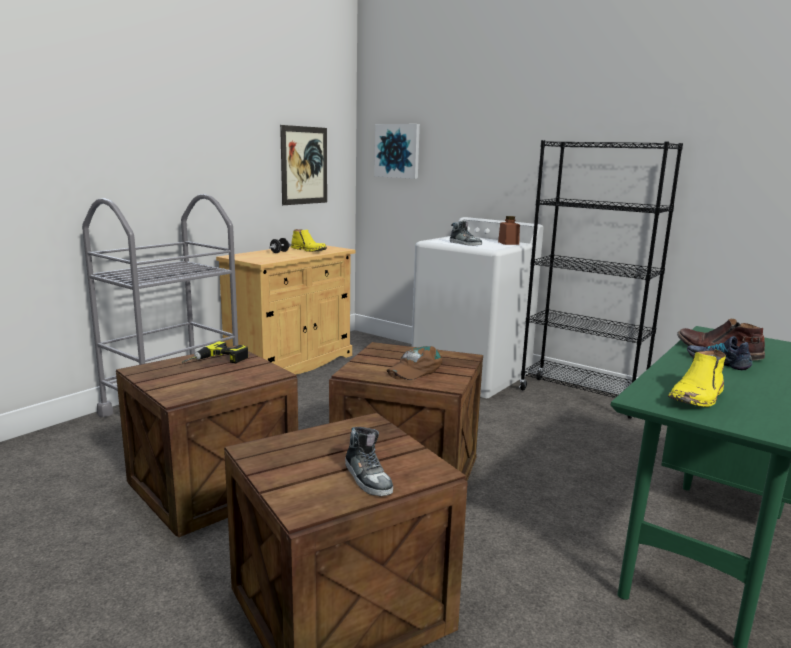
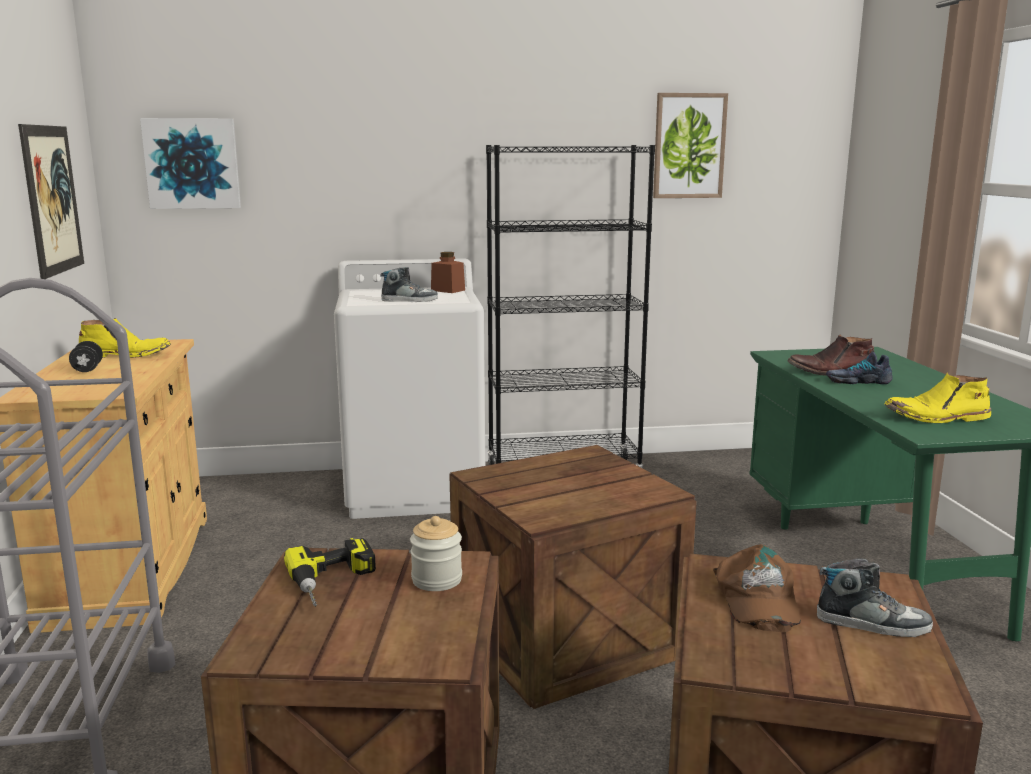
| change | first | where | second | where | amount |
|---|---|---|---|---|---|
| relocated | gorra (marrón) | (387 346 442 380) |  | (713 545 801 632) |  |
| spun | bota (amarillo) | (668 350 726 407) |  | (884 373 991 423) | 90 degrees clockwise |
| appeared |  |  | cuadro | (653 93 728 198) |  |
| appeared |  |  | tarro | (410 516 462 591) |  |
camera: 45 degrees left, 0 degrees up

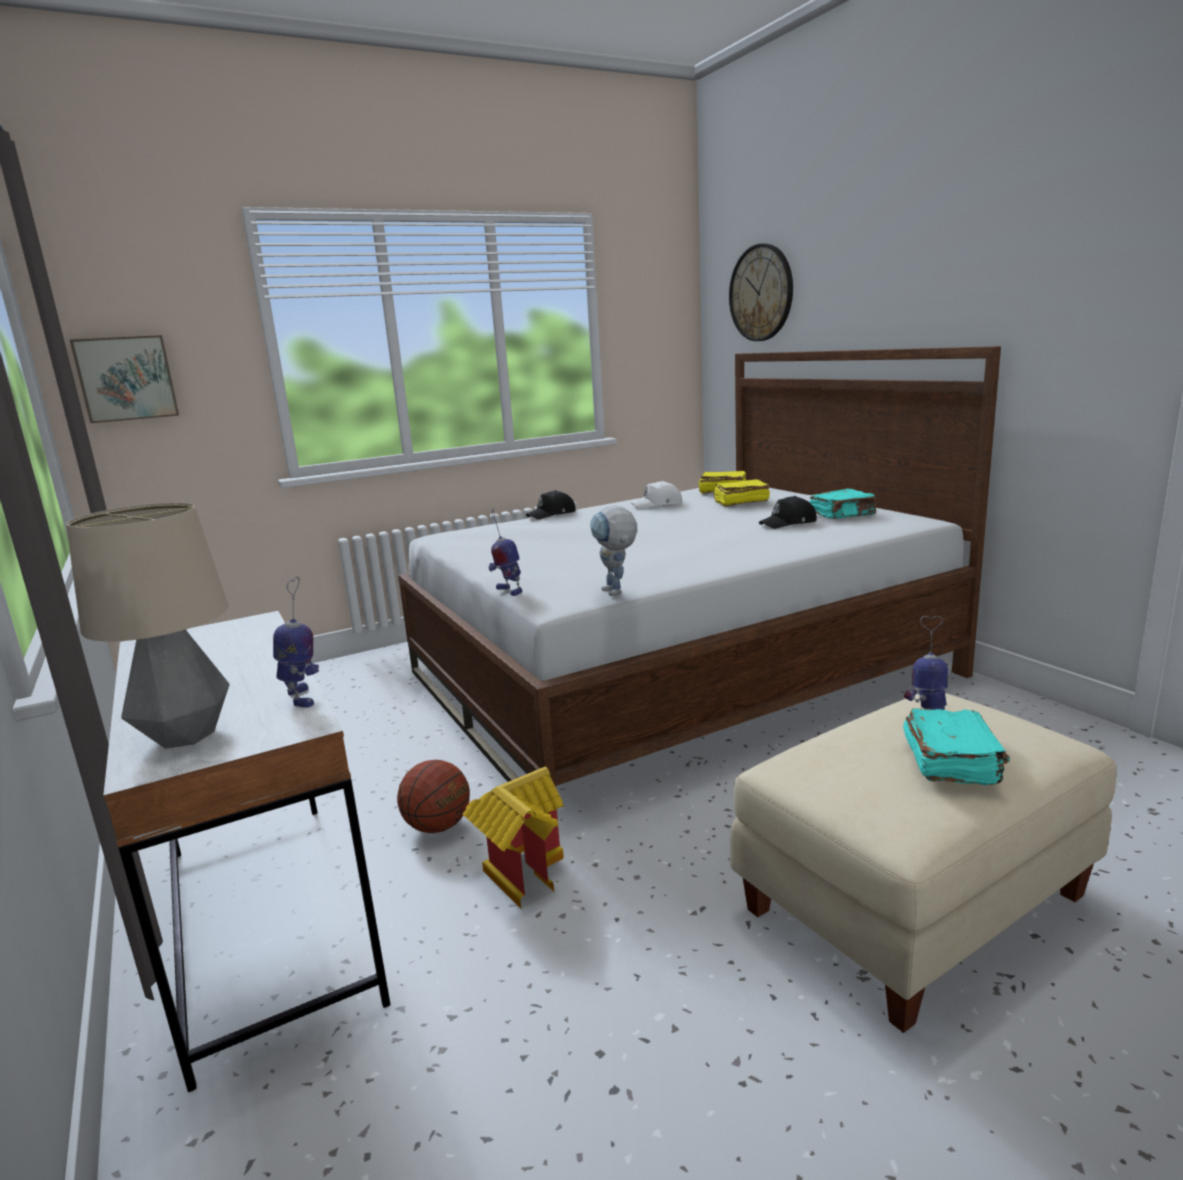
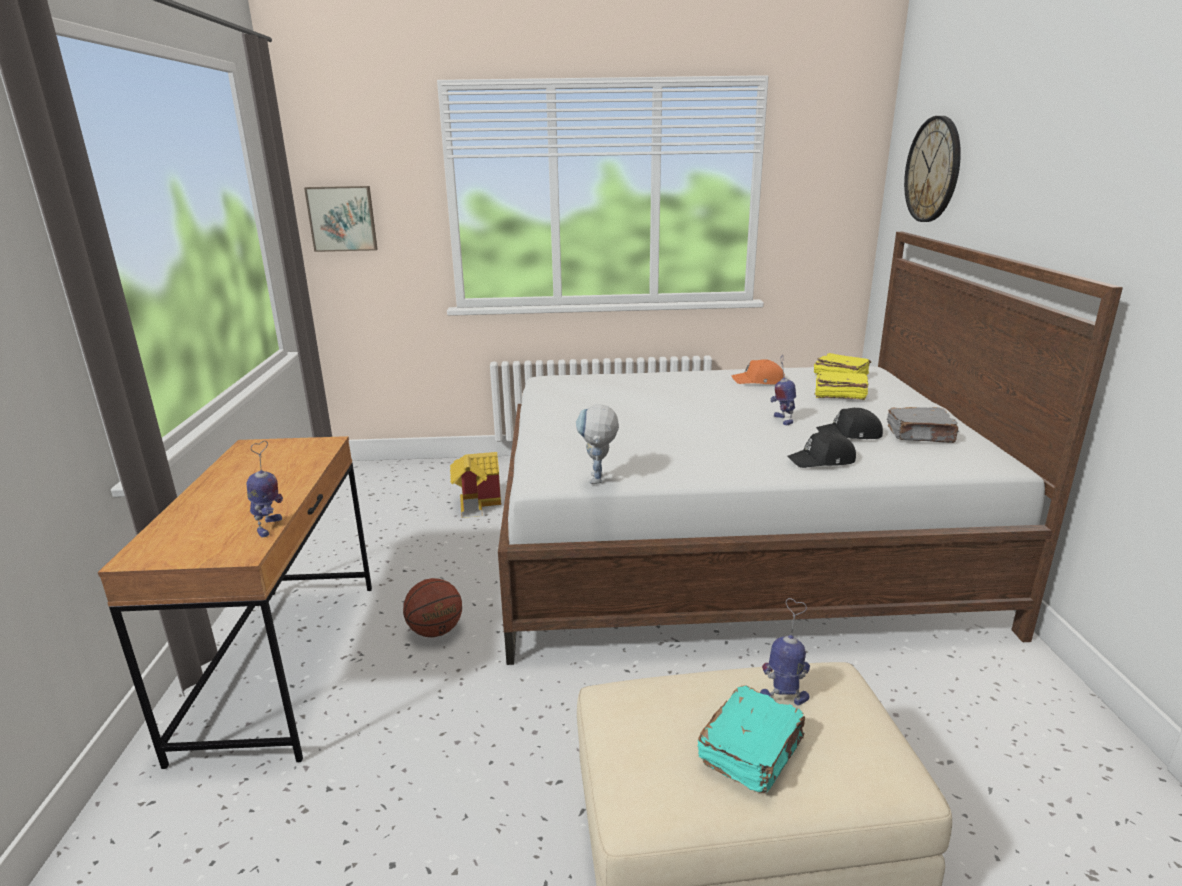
| change | first | where | second | where | amount |
|---|---|---|---|---|---|
| colour | gorra (blanco) | (631 481 682 509) | gorra (naranja) | (731 359 785 384) |  |
| colour | libro (turquesa) | (810 488 877 519) | libro (gris) | (887 407 959 443) |  |
| relocated | gorra (negro) | (526 490 576 520) |  | (787 431 856 468) |  |
| missing | lámpara de mesa | (66 503 229 749) |  |  |  |
| relocated | robot de juguete | (488 508 522 596) |  | (770 354 796 425) |  |
| colour | escritorio (blanco) | (103 611 390 1092) | escritorio (marrón) | (98 436 372 769) |  |
| relocated | casita | (463 767 564 909) |  | (450 452 501 518) |  |
camera: 25 degrees right, 5 degrees up

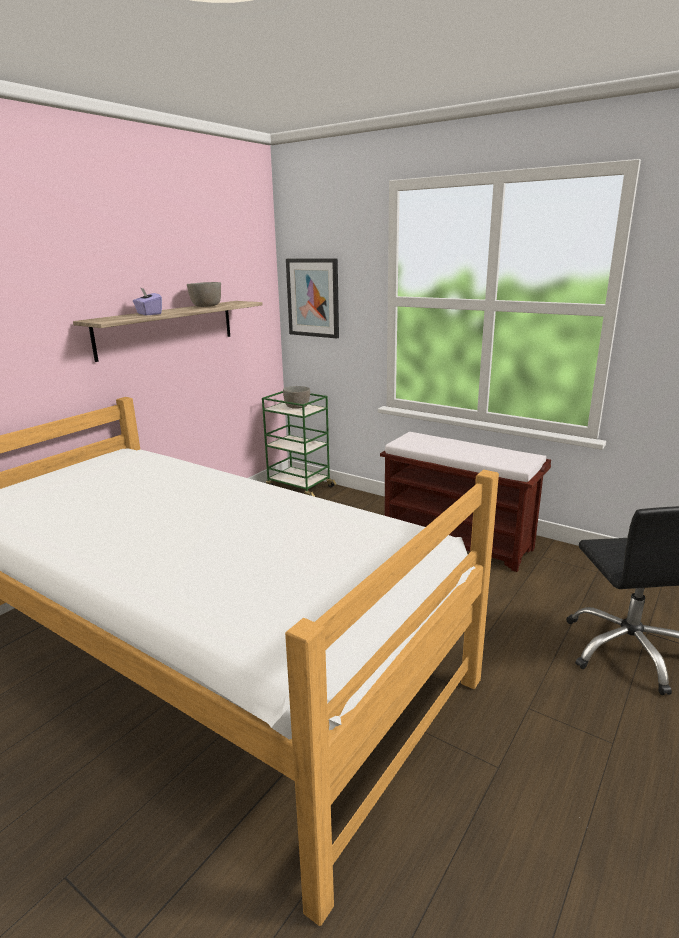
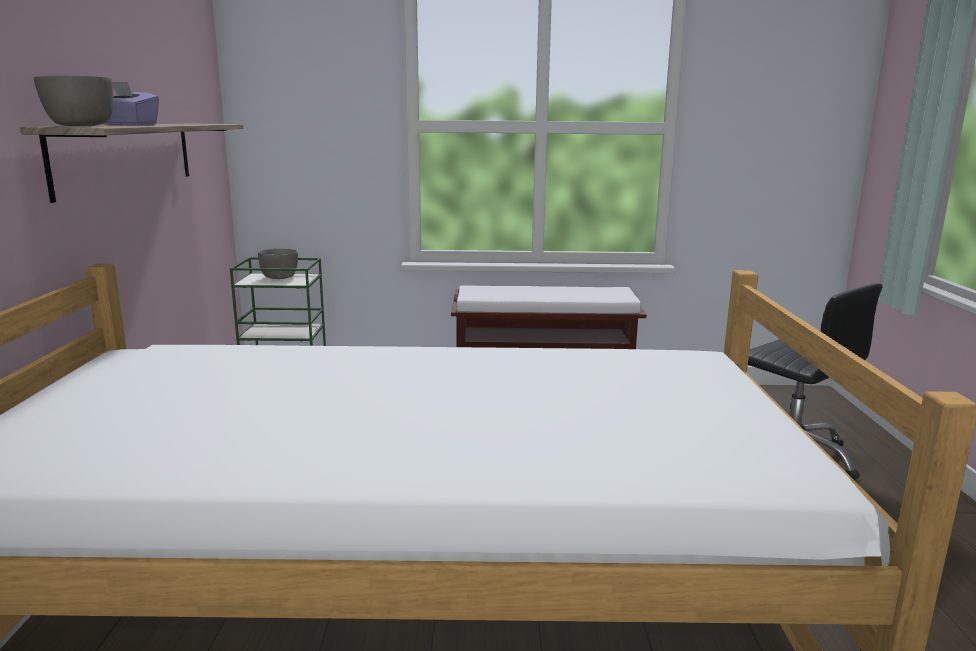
| change | first | where | second | where | amount |
|---|---|---|---|---|---|
| missing | cuadro | (286 258 339 338) |  |  |  |
| relocated | cuenco (gris) | (187 282 221 307) |  | (34 75 113 126) |  |
camera: 35 degrees left, 5 degrees down

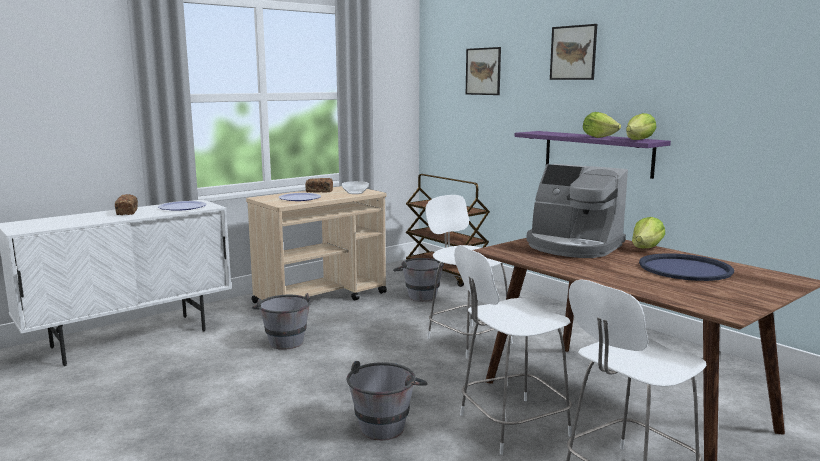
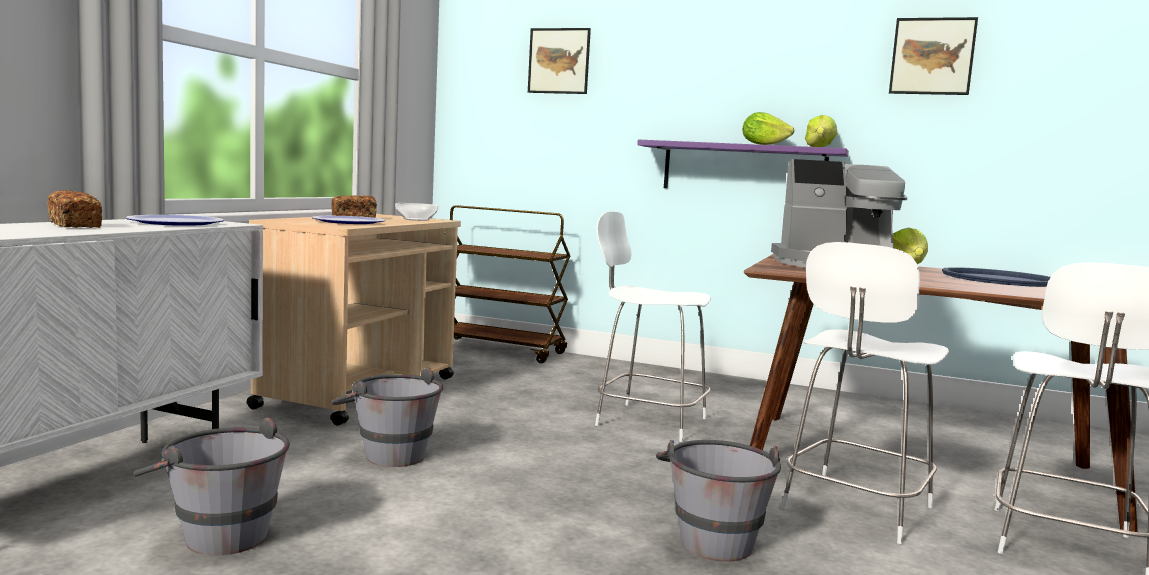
| change | first | where | second | where | amount |
|---|---|---|---|---|---|
| relocated | cuadro | (550 24 597 80) |  | (889 17 978 95) |  |
| relocated | cubo (gris) | (393 258 444 302) |  | (133 417 290 555) |  |
camera: 30 degrees left, 5 degrees down

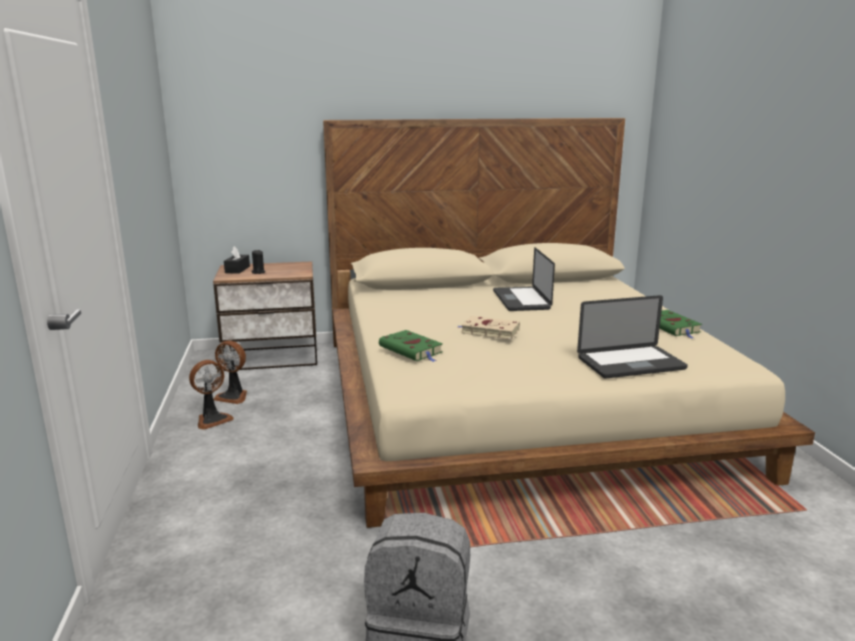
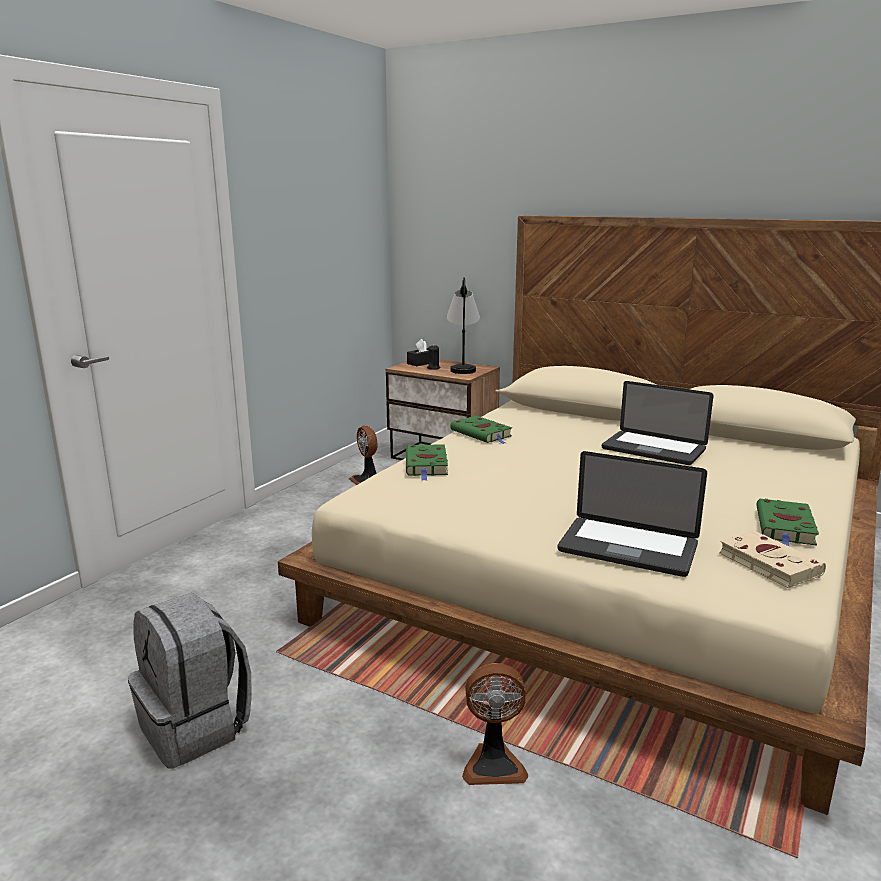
| change | first | where | second | where | amount |
|---|---|---|---|---|---|
| spun | portátil | (493 247 555 311) |  | (602 381 714 465) | 90 degrees counterclockwise |
| relocated | libro (beis) | (458 316 520 340) |  | (719 531 826 588) |  |
| relocated | ventilador | (189 360 234 430) |  | (462 663 528 785) |  |
| appeared |  |  | lámpara de mesa | (447 277 480 374) |  |
| appeared |  |  | libro (verde) | (450 416 512 444) |  |
camera: 40 degrees right, 0 degrees up

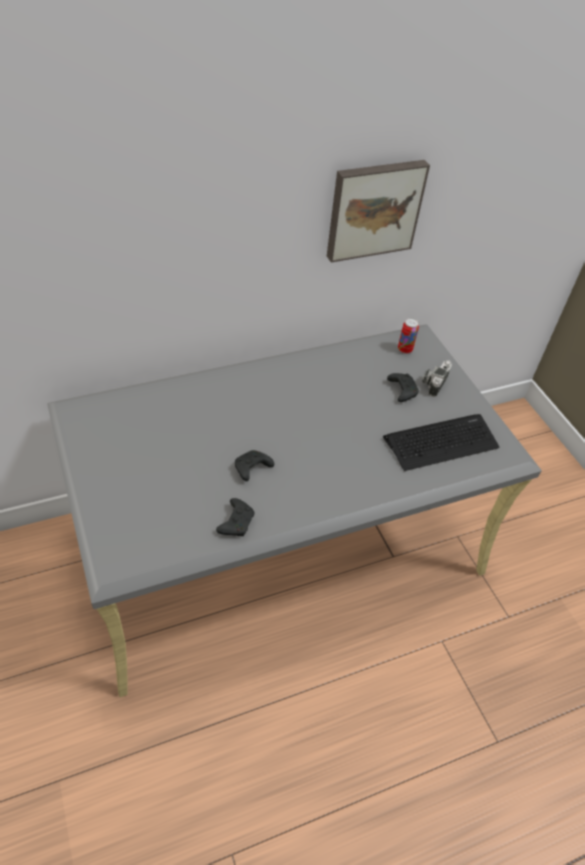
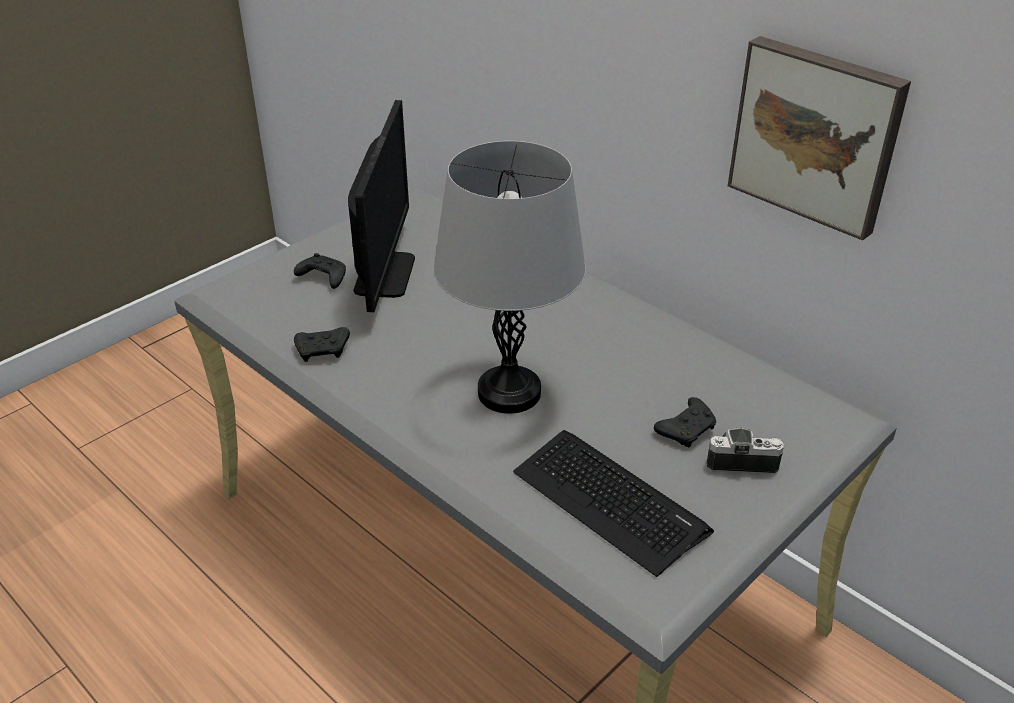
| change | first | where | second | where | amount |
|---|---|---|---|---|---|
| missing | lata | (398 318 419 354) |  |  |  |
| relocated | mando de consola (negro) | (235 450 274 481) |  | (294 253 346 289) |  |
| appeared |  |  | monitor | (348 100 415 312) |  |
| appeared |  |  | lámpara de mesa (gris) | (433 141 586 414) |  |
camera: 70 degrees right, 10 degrees down

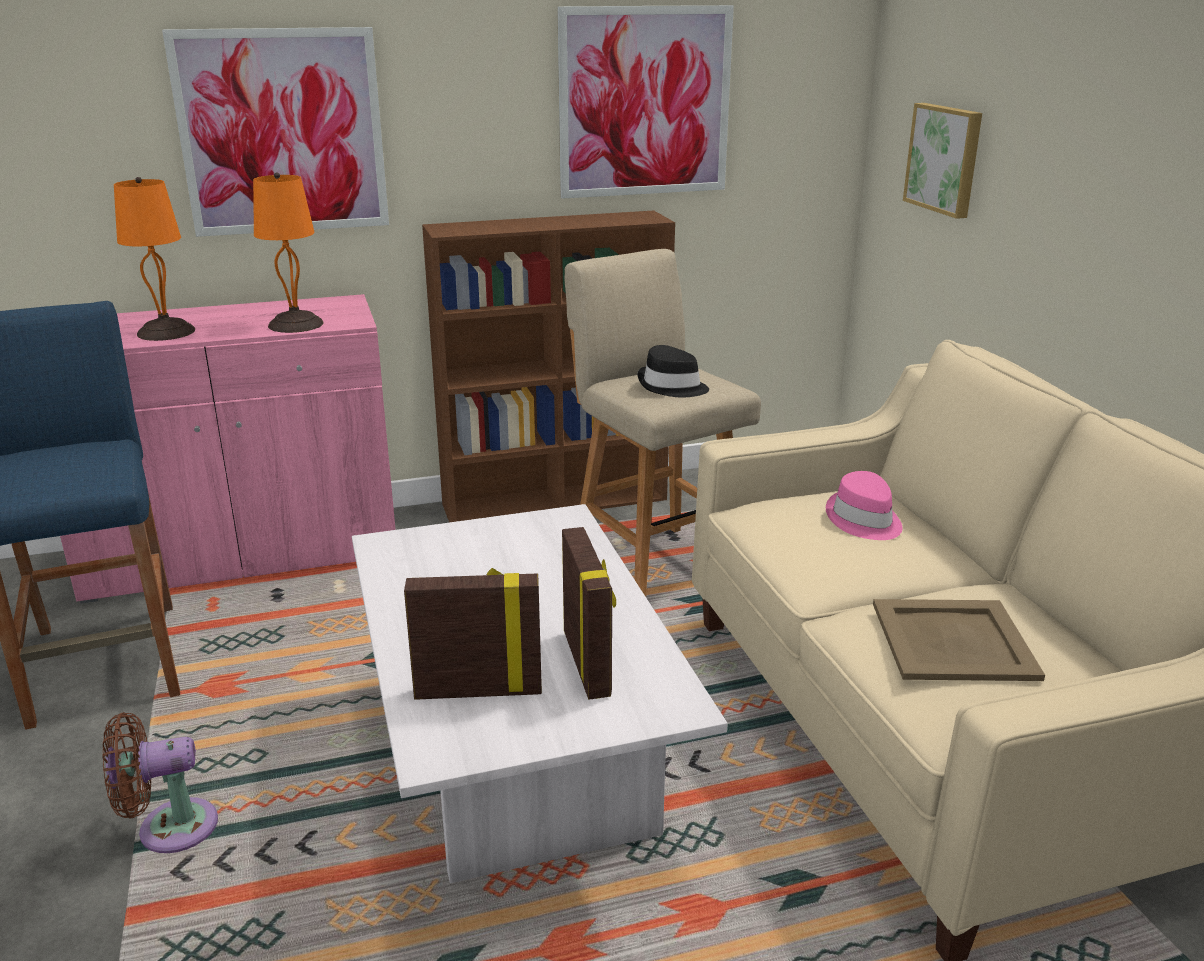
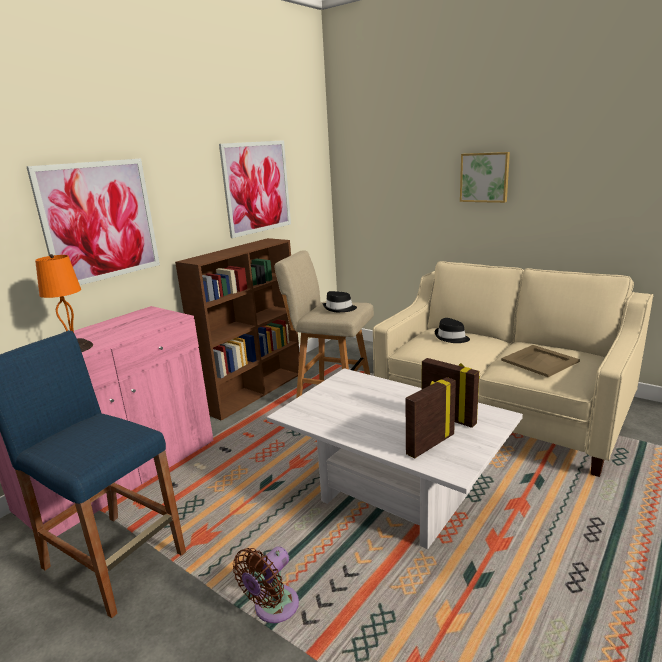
| change | first | where | second | where | amount |
|---|---|---|---|---|---|
| relocated | cuadro | (903 103 982 219) |  | (460 152 510 203) |  |
| missing | lámpara de mesa (naranja) | (253 172 324 333) |  |  |  |
| colour | sombrero (rosa) | (826 471 902 540) | sombrero (negro) | (435 318 470 343) |  |
camera: 35 degrees left, 5 degrees down

